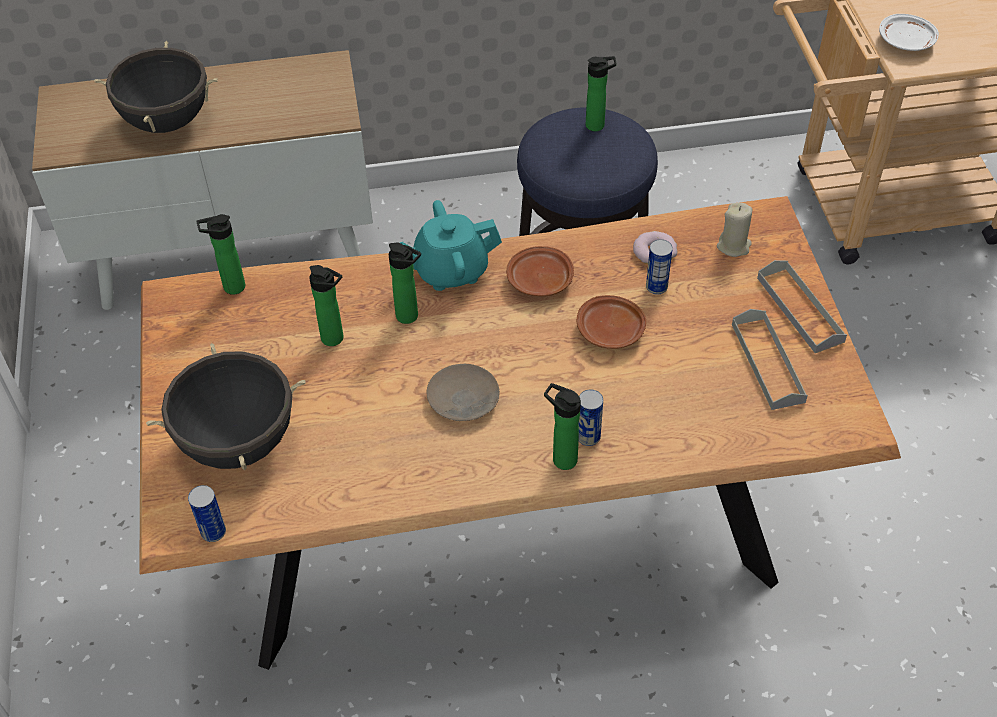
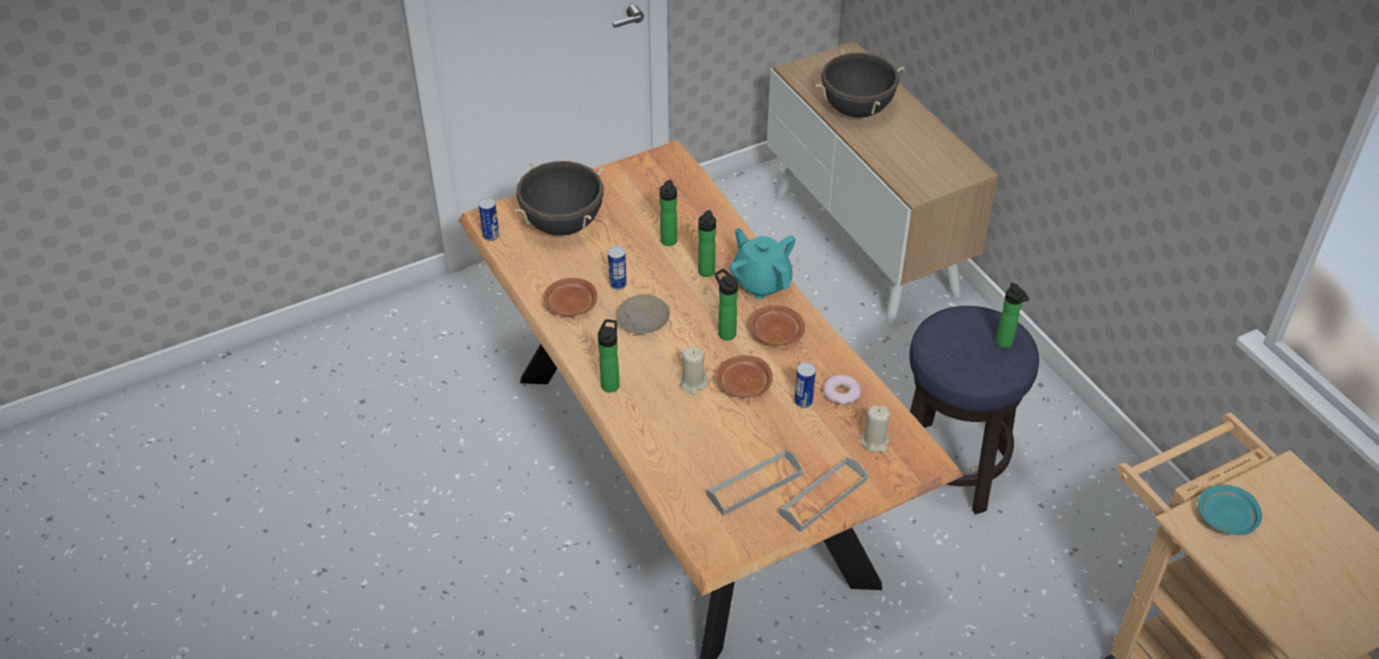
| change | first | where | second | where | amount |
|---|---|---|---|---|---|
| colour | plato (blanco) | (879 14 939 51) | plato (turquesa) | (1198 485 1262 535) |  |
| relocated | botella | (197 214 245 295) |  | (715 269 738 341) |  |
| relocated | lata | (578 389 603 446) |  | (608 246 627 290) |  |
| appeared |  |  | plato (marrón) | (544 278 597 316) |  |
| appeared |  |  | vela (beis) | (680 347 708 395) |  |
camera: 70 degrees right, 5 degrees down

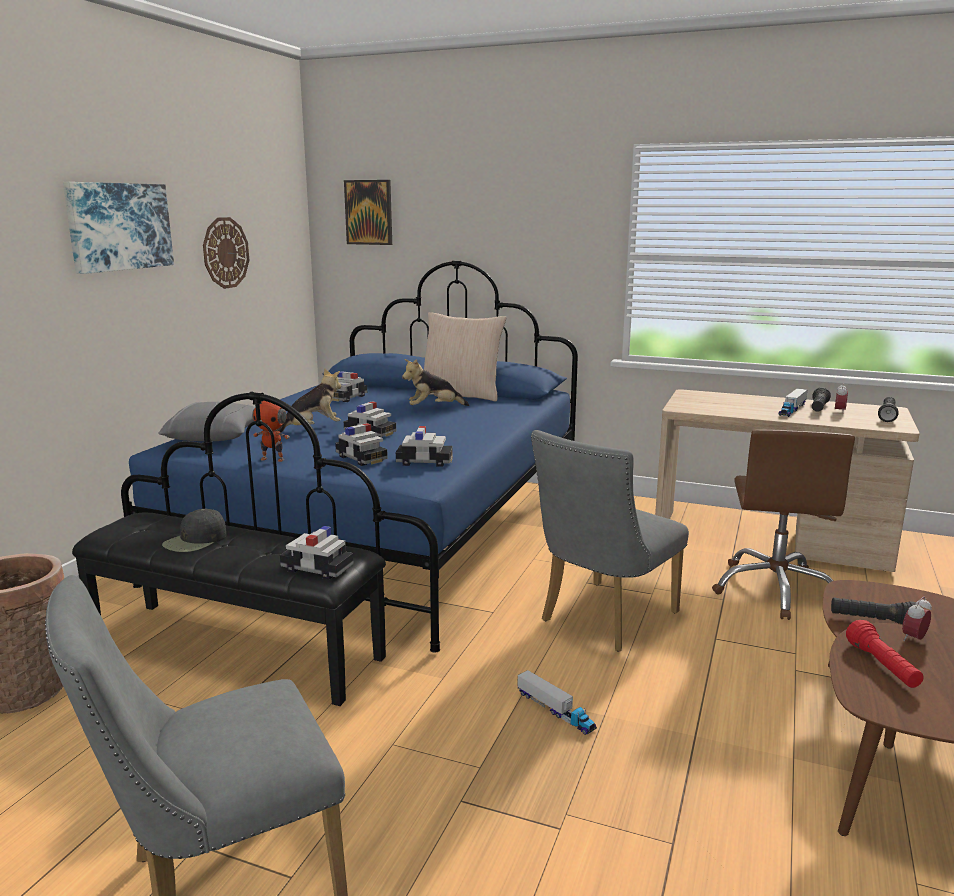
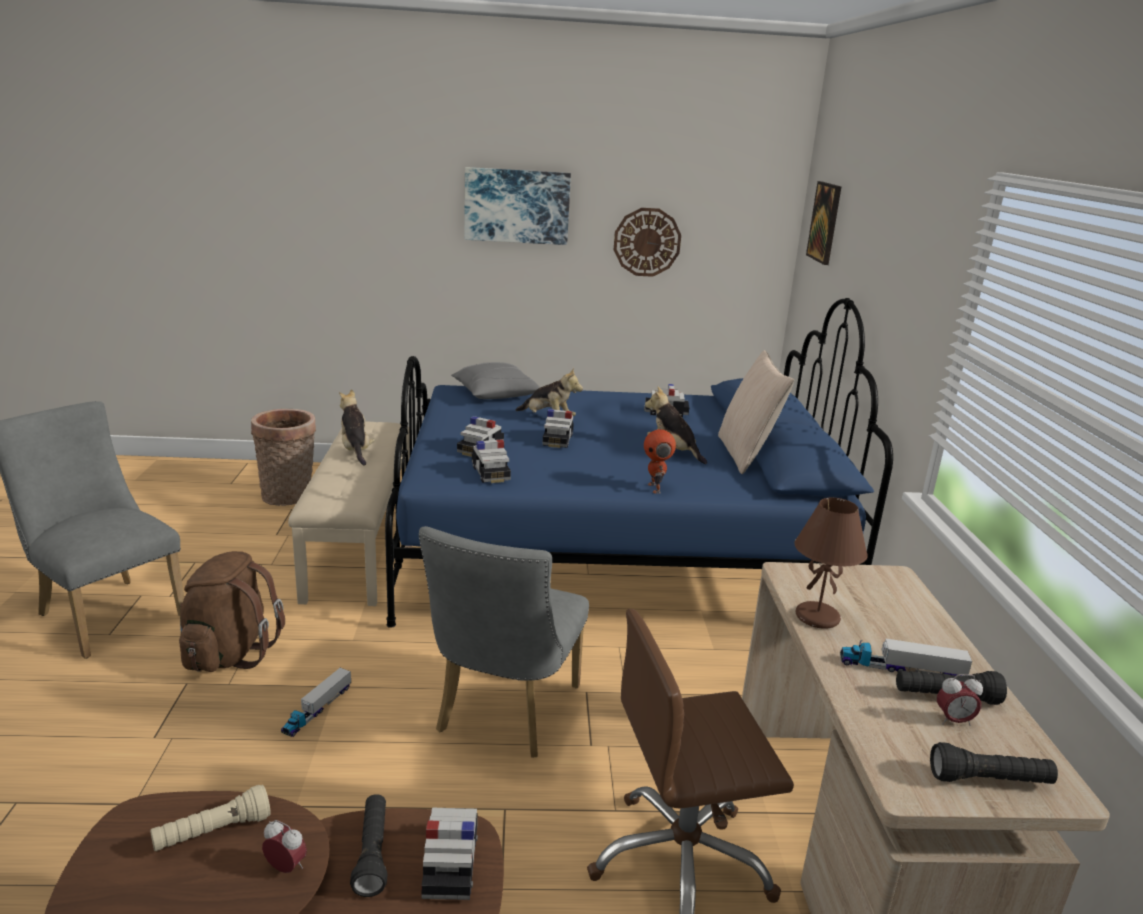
| change | first | where | second | where | amount |
|---|---|---|---|---|---|
| relocated | robot de juguete | (252 401 290 462) |  | (644 420 676 494) |  |
| spun | silla (gris) | (531 430 689 651) |  | (419 526 589 757) | 90 degrees counterclockwise |
| exchanged | gorra (negro) | (162 509 227 552) | peluche | (339 389 375 465) |  |
| colour | banco (negro) | (72 512 386 706) | banco (beis) | (288 421 410 606) |  |
| relocated | coche de juguete | (280 526 354 580) |  | (421 808 478 900) |  |
| colour | linterna (rojo) | (846 620 924 688) | linterna (beis) | (150 785 271 851) |  |
| appeared |  |  | lámpara de mesa (marrón) | (794 498 868 629) |  |
| appeared |  |  | mochila (marrón) | (179 551 285 672) |  |
camera: 65 degrees right, 5 degrees up

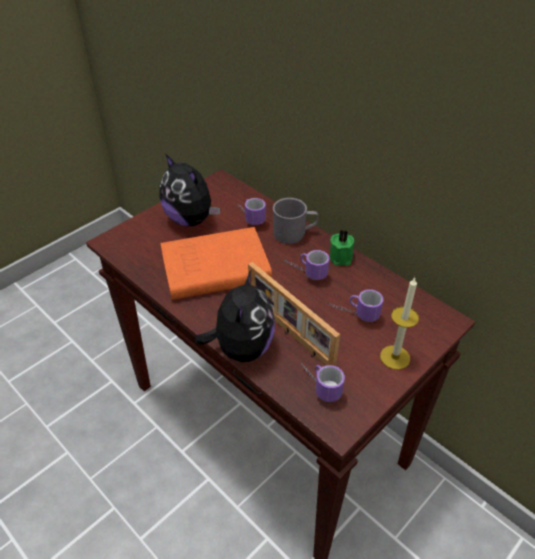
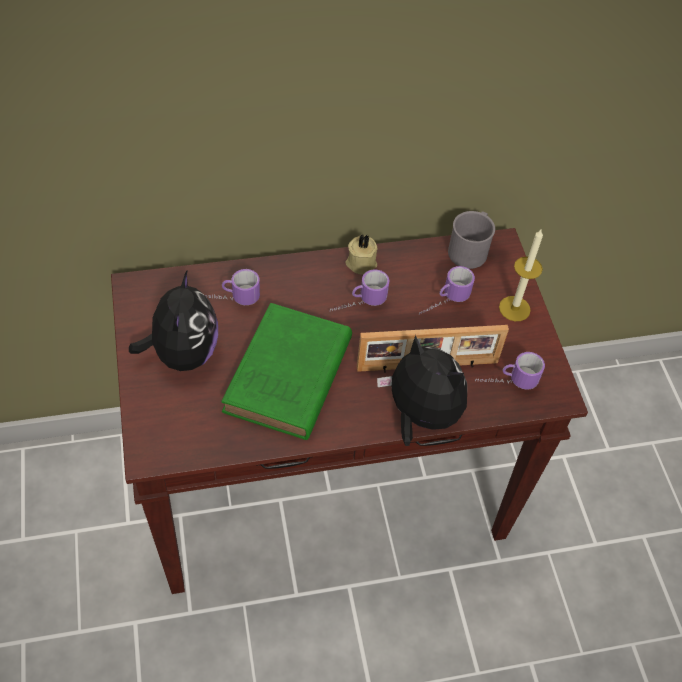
| change | first | where | second | where | amount |
|---|---|---|---|---|---|
| spun | peluche | (160 154 220 226) |  | (129 270 218 371) | 75 degrees counterclockwise |
| relocated | taza grande (gris) | (273 198 318 244) |  | (448 211 495 269) |  |
| colour | libro (naranja) | (160 227 272 300) | libro (verde) | (221 303 352 440) |  |
| colour | vela (verde) | (330 230 354 266) | vela (beis) | (346 233 377 275) |  |
camera: 60 degrees left, 10 degrees up

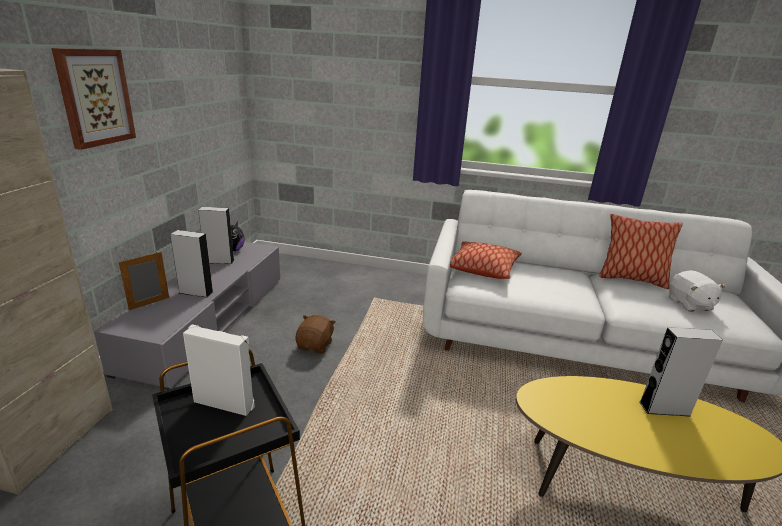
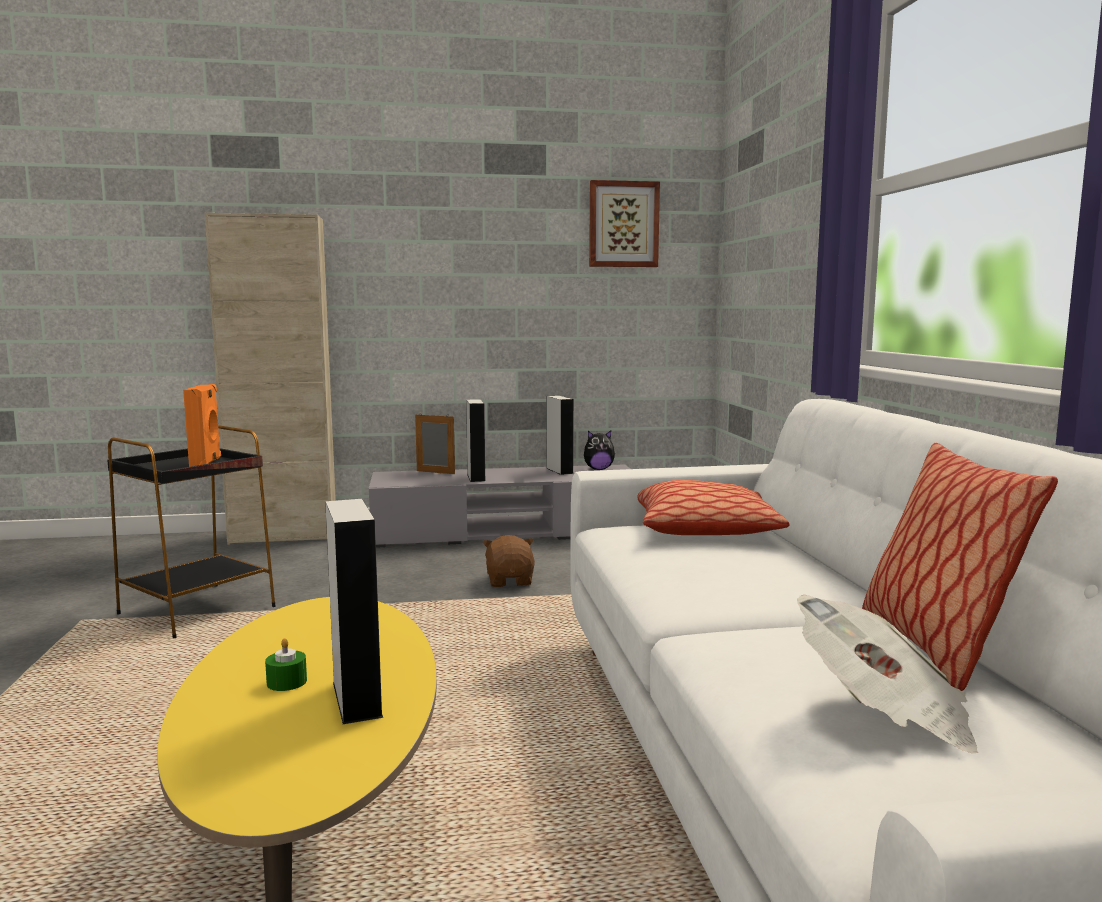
| change | first | where | second | where | amount |
|---|---|---|---|---|---|
| relocated | cuadro | (51 48 136 150) |  | (589 180 660 267) |  |
| exchanged | peluche (blanco) | (669 270 726 312) | periódico | (797 595 978 753) |  |
| spun | peluche (marrón) | (295 315 336 354) |  | (482 535 535 587) | 90 degrees counterclockwise |
| colour | altavoz (blanco) | (183 324 255 416) | altavoz (naranja) | (183 384 221 467) |  |
| appeared |  |  | vela (verde) | (265 638 307 691) |  |
camera: 70 degrees right, 15 degrees down

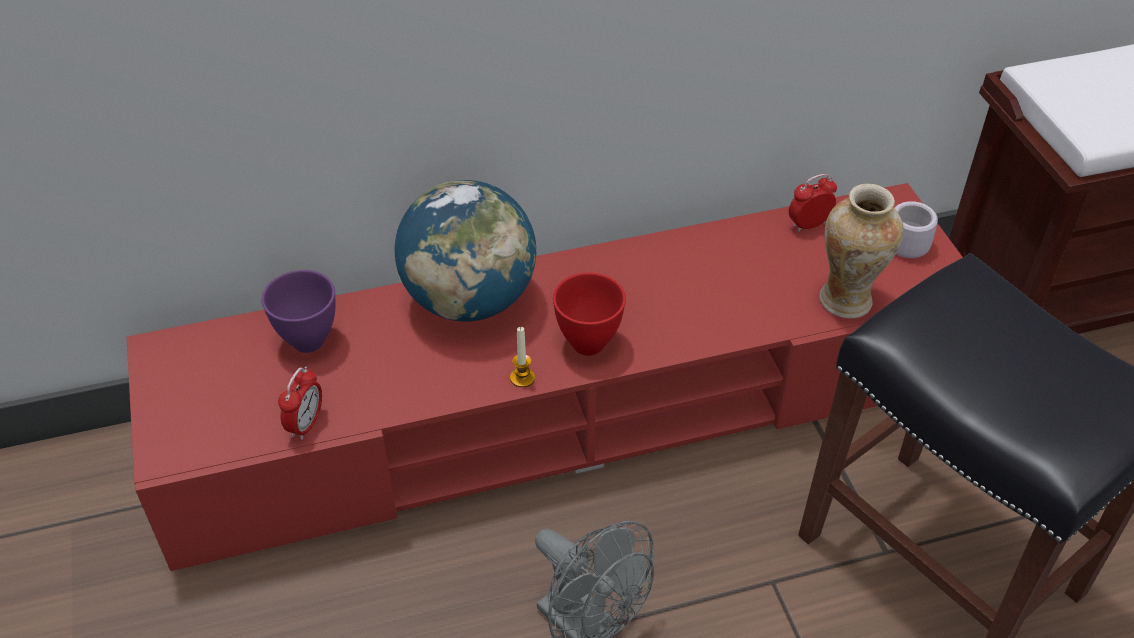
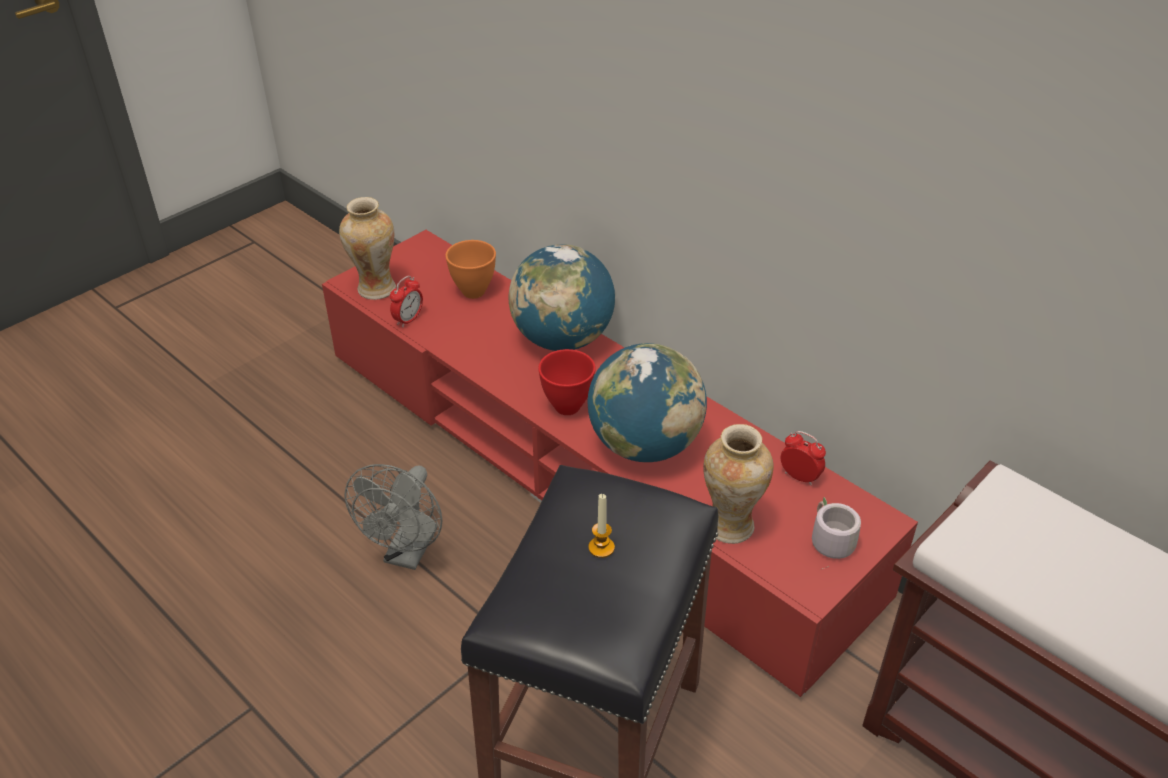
| change | first | where | second | where | amount |
|---|---|---|---|---|---|
| colour | cuenco (morado) | (262 270 336 353) | cuenco (naranja) | (445 240 496 299) |  |
| relocated | vela | (510 327 535 387) |  | (588 494 615 558) |  |
| spun | despertador | (278 366 322 440) |  | (390 276 423 327) | 45 degrees counterclockwise |
| appeared |  |  | florero | (339 197 396 300) |  |
| appeared |  |  | globo terráqueo | (587 343 707 462) |  |
camera: 60 degrees right, 5 degrees down

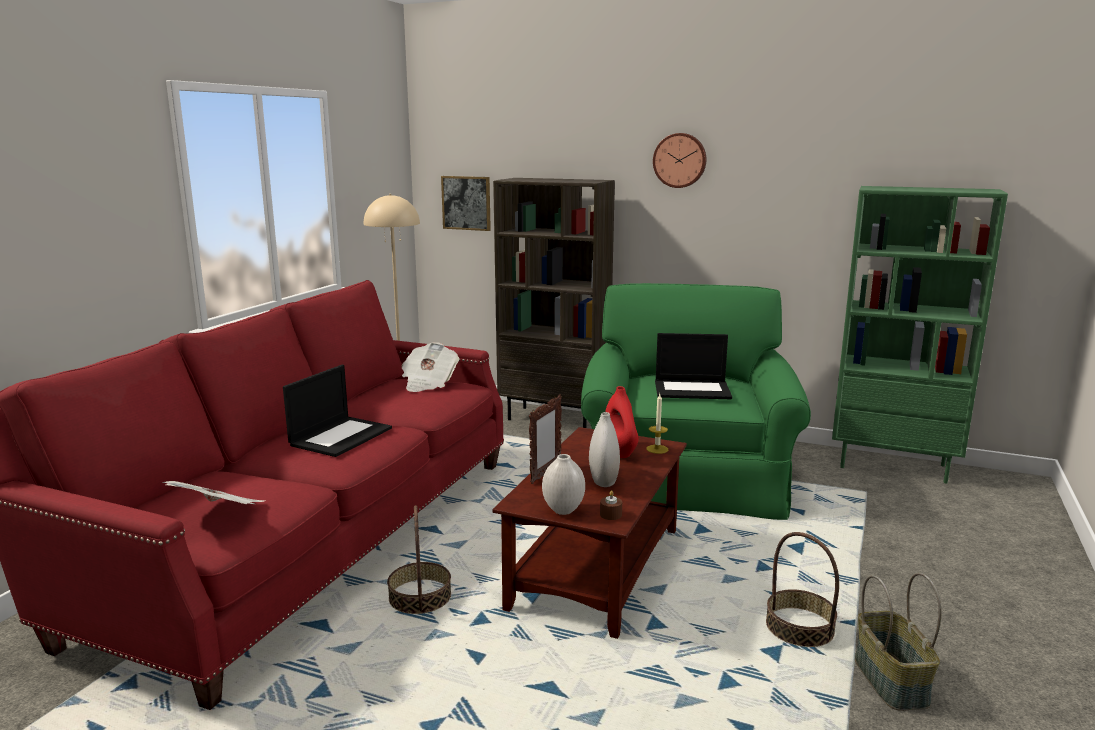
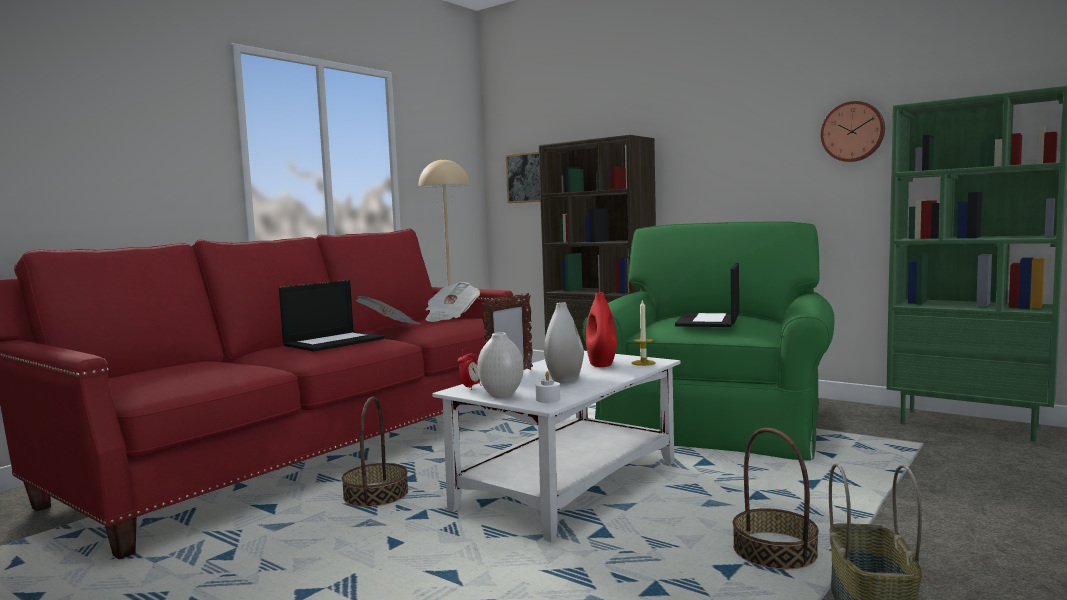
| change | first | where | second | where | amount |
|---|---|---|---|---|---|
| relocated | reloj de pared | (653 133 707 188) |  | (821 101 885 162) |  |
| spun | portátil | (655 333 732 399) |  | (675 263 739 327) | 90 degrees clockwise |
| colour | mesa de centro (marrón) | (492 427 687 639) | mesa de centro (blanco) | (433 351 681 542) |  |
| relocated | periódico | (162 481 265 504) |  | (356 296 421 324) |  |
| colour | vela (marrón) | (600 490 622 520) | vela (blanco) | (536 371 560 403) |  |
| appeared |  |  | despertador | (458 348 481 390) |  |
camera: 15 degrees right, 10 degrees down

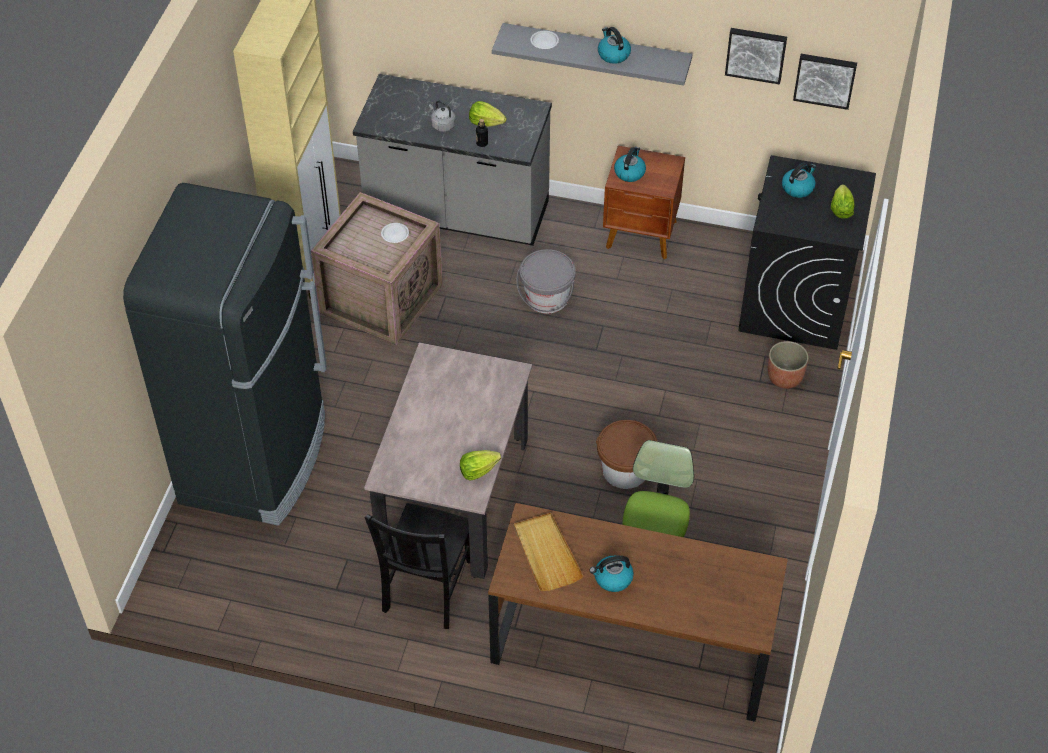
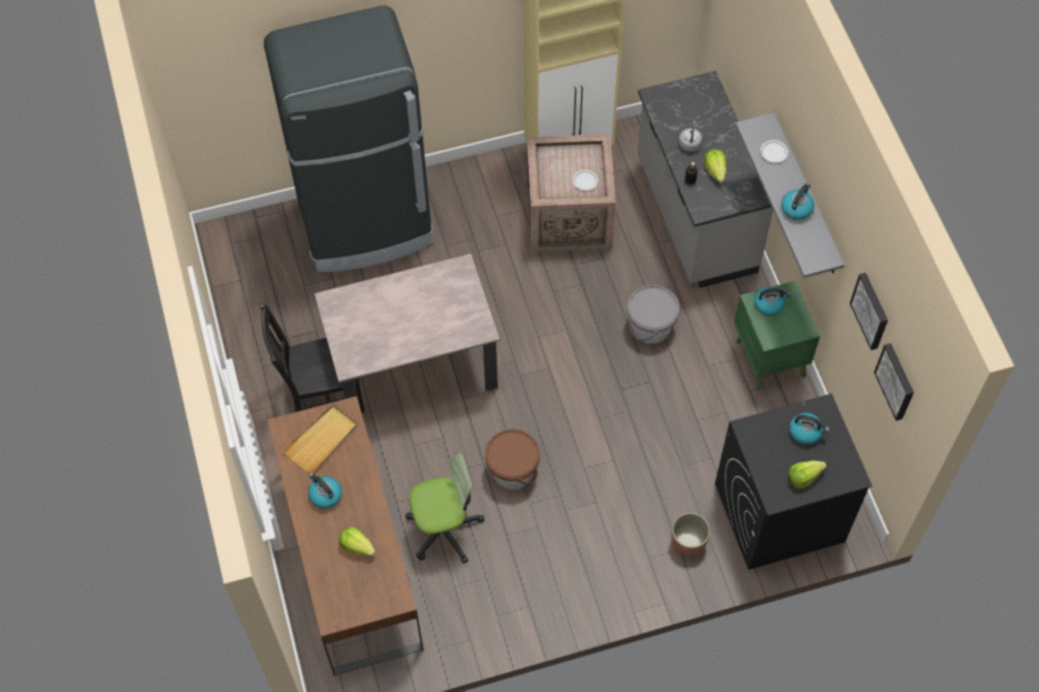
| change | first | where | second | where | amount |
|---|---|---|---|---|---|
| colour | mesita de noche (marrón) | (603 146 685 259) | mesita de noche (verde) | (734 281 820 391) |  |
| relocated | lechuga | (460 450 501 481) |  | (338 527 376 557) |  |
camera: 60 degrees right, 10 degrees up

